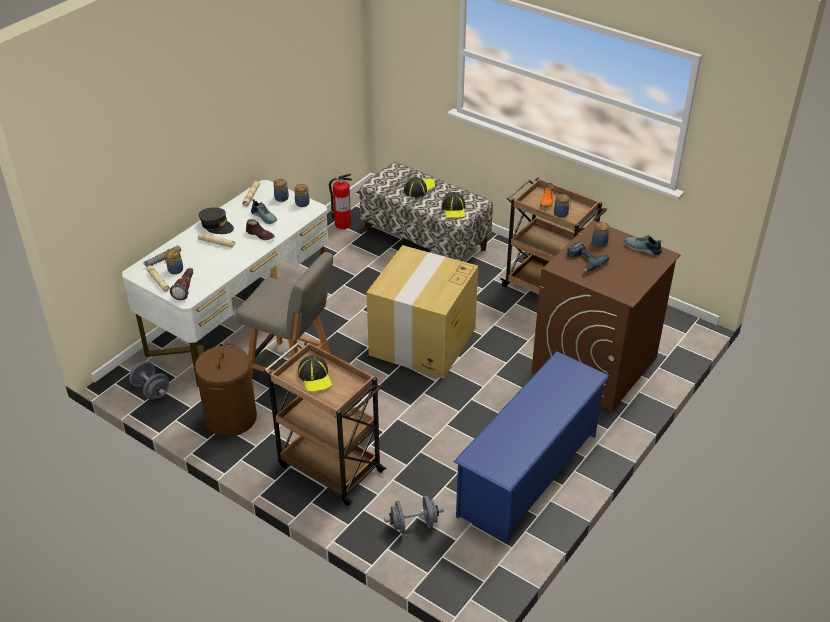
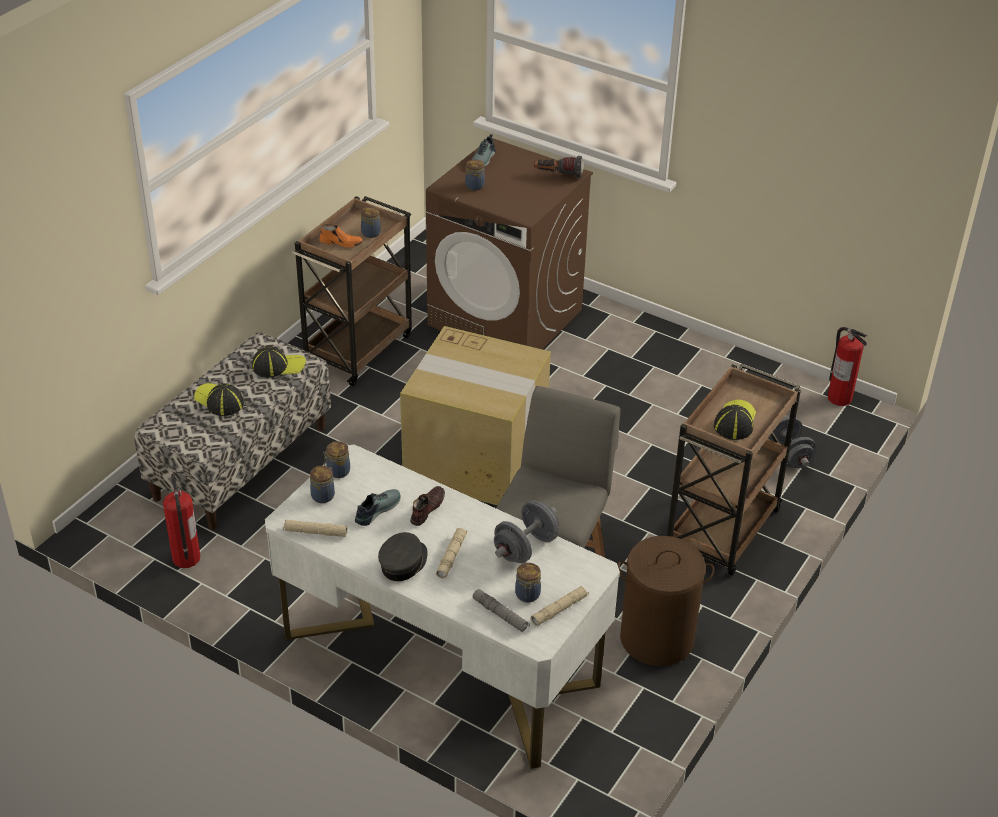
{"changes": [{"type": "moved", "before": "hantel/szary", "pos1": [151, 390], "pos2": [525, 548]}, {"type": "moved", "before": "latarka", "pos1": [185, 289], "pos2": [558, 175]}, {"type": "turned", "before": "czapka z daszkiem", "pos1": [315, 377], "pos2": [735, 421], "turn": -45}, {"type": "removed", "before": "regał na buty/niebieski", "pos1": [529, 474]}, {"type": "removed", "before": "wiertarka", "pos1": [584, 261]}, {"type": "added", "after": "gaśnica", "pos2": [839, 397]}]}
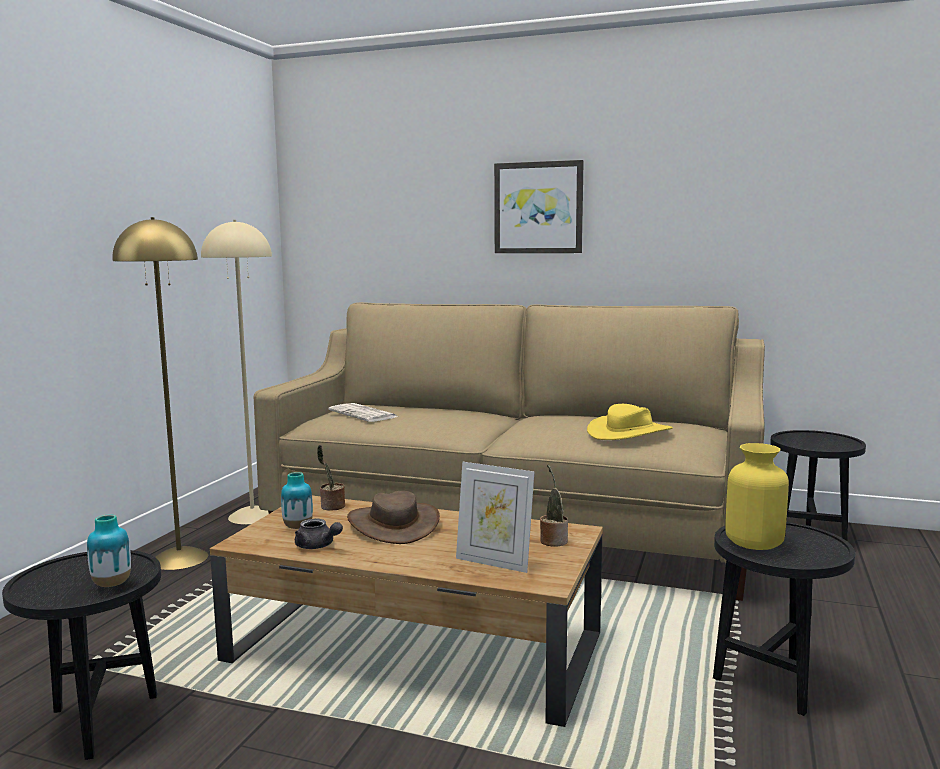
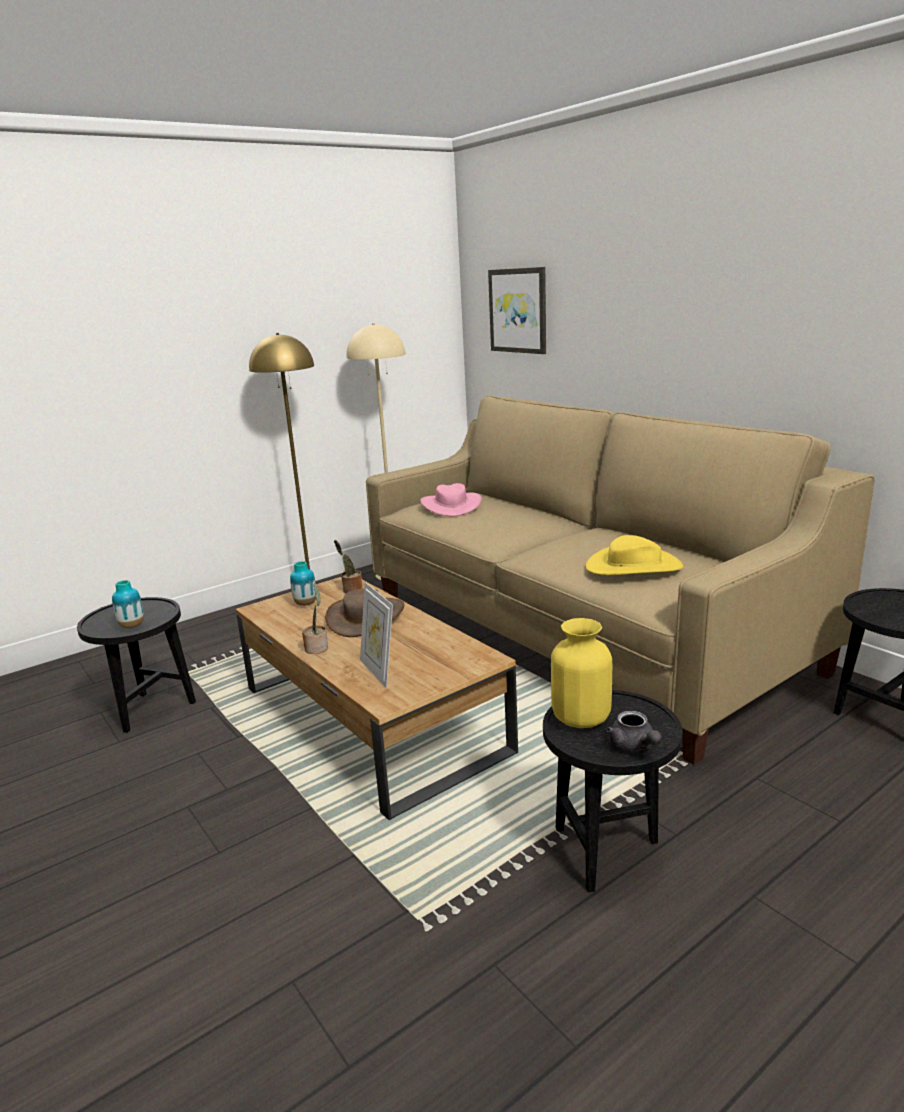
{"changes": [{"type": "moved", "before": "imbryk/szary", "pos1": [317, 546], "pos2": [634, 746]}, {"type": "replaced", "before": "gazeta", "after": "kapelusz/różowy", "pos1": [364, 414], "pos2": [451, 506]}, {"type": "moved", "before": "obraz", "pos1": [538, 208], "pos2": [518, 310]}, {"type": "moved", "before": "roślina doniczkowa", "pos1": [553, 540], "pos2": [317, 648]}]}
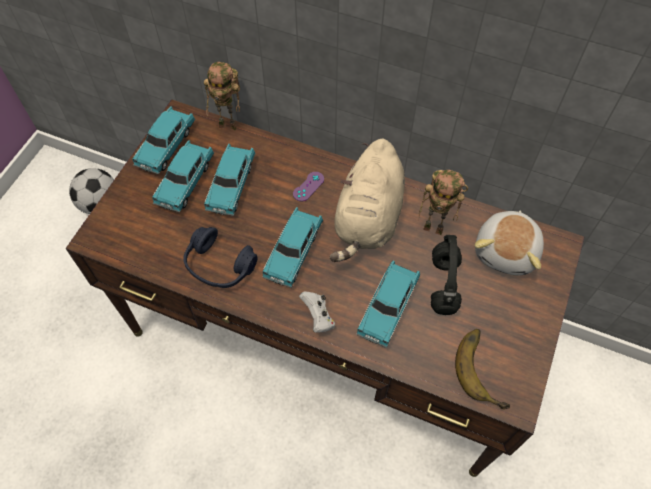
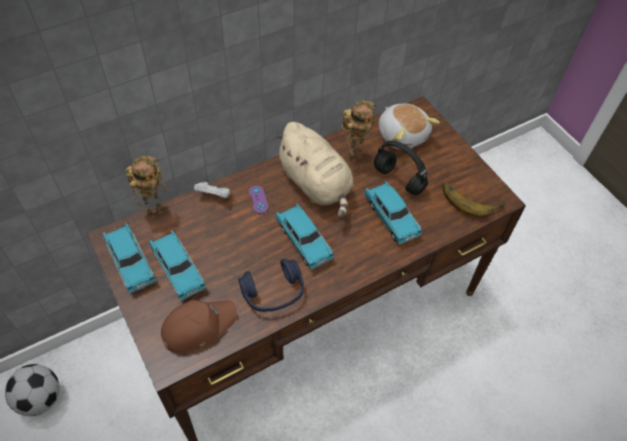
{"changes": [{"type": "removed", "before": "samochodzik/turkusowy", "pos1": [231, 185]}, {"type": "moved", "before": "pad do gier/biały", "pos1": [318, 317], "pos2": [214, 196]}, {"type": "added", "after": "czapka z daszkiem/brązowy", "pos2": [198, 326]}]}
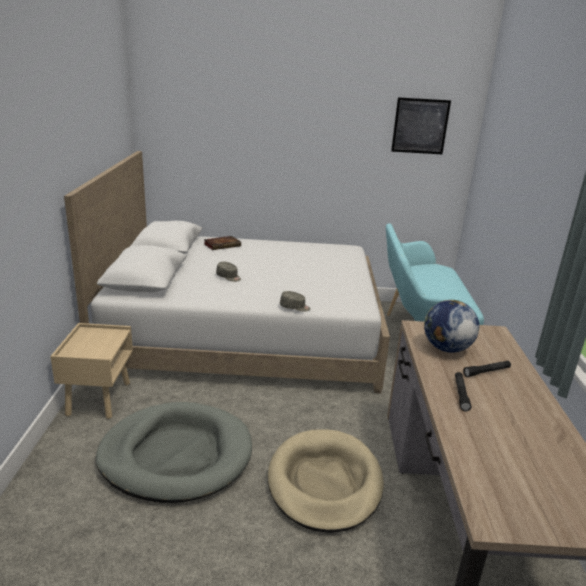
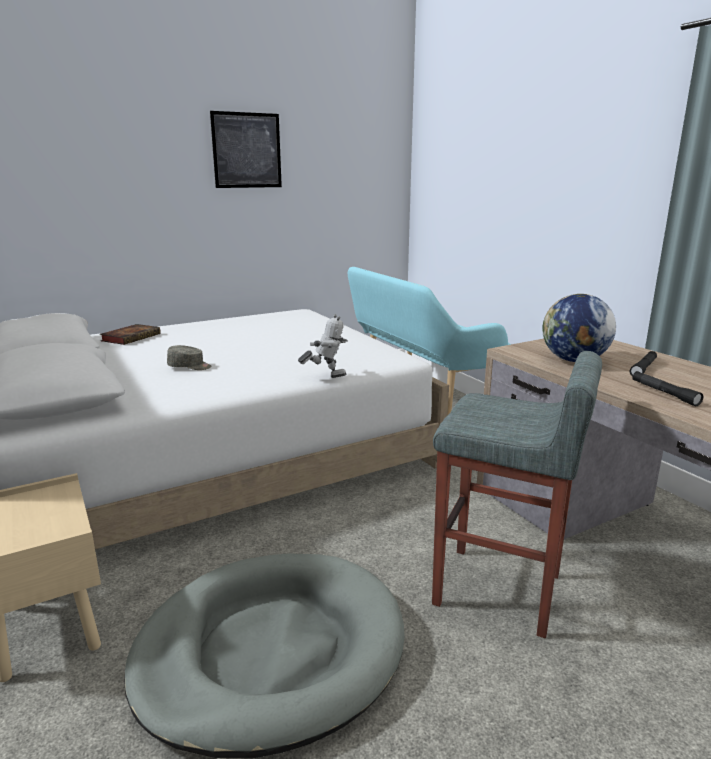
{"changes": [{"type": "replaced", "before": "legowisko/beżowy", "after": "stołek/szary", "pos1": [324, 483], "pos2": [499, 591]}, {"type": "replaced", "before": "czapka z daszkiem/szary", "after": "robot zabawkowy", "pos1": [295, 307], "pos2": [325, 376]}, {"type": "moved", "before": "obraz", "pos1": [420, 126], "pos2": [247, 150]}]}
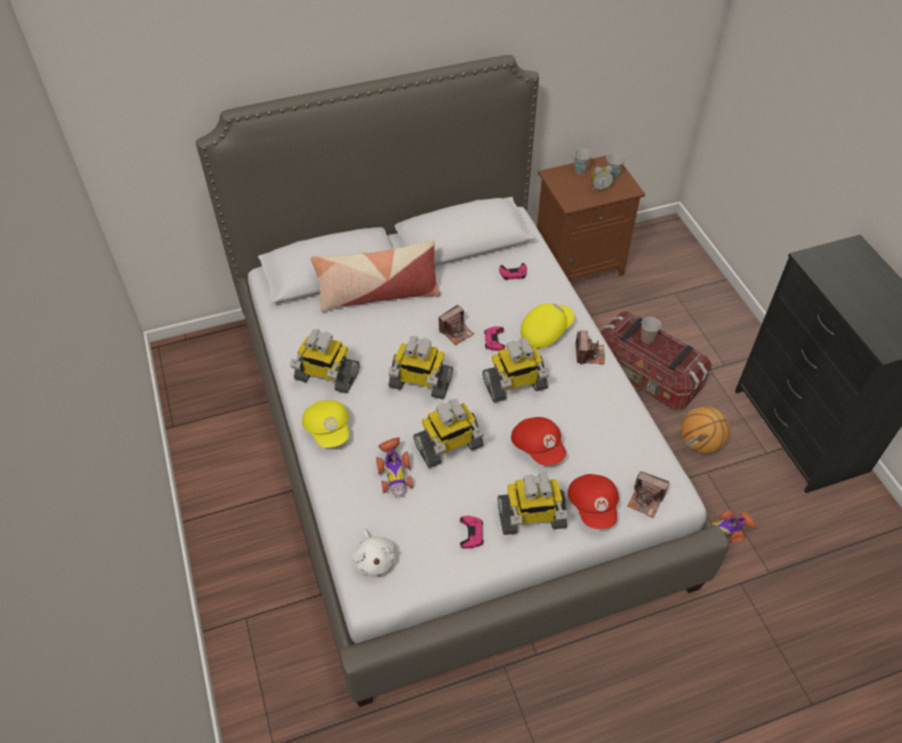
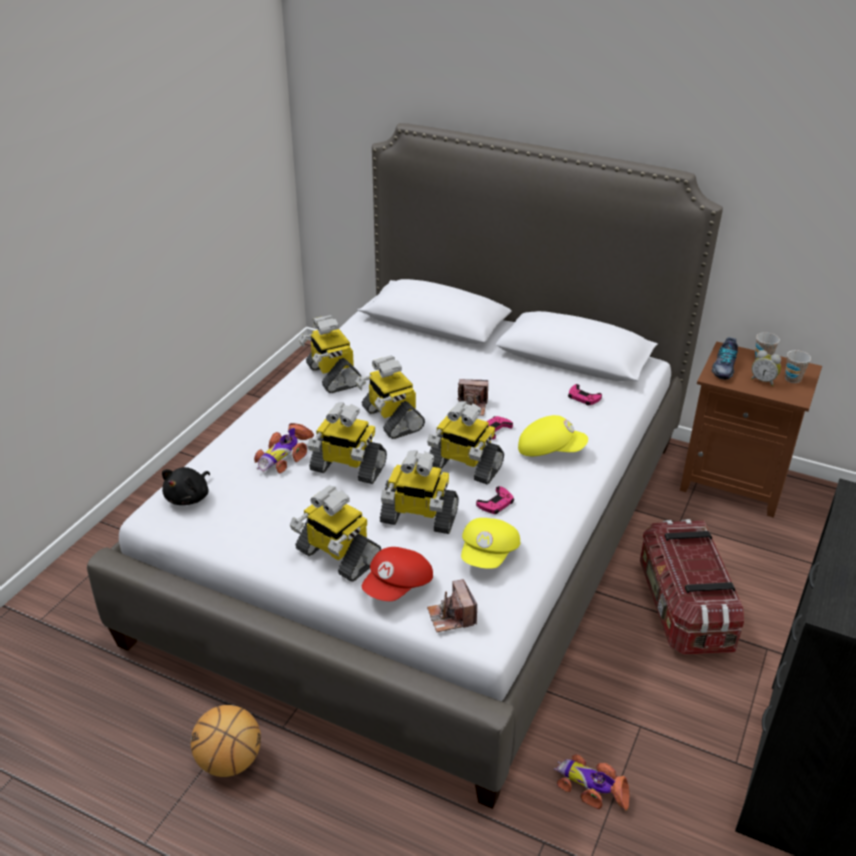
{"changes": [{"type": "moved", "before": "czapka z daszkiem/żółty", "pos1": [329, 429], "pos2": [489, 555]}, {"type": "removed", "before": "poduszka", "pos1": [378, 294]}, {"type": "recoloured", "before": "pluszak/biały", "after": "pluszak/czarny", "pos1": [374, 560], "pos2": [189, 497]}, {"type": "moved", "before": "pad do gier/różowy", "pos1": [471, 533], "pos2": [496, 503]}, {"type": "replaced", "before": "czapka z daszkiem/czerwony", "after": "robot zabawkowy", "pos1": [538, 447], "pos2": [418, 518]}, {"type": "removed", "before": "aparat fotograficzny", "pos1": [589, 354]}, {"type": "removed", "before": "filiżanka", "pos1": [647, 338]}, {"type": "moved", "before": "piłka do koszykówki", "pos1": [700, 443], "pos2": [229, 761]}, {"type": "added", "after": "but", "pos2": [723, 367]}]}
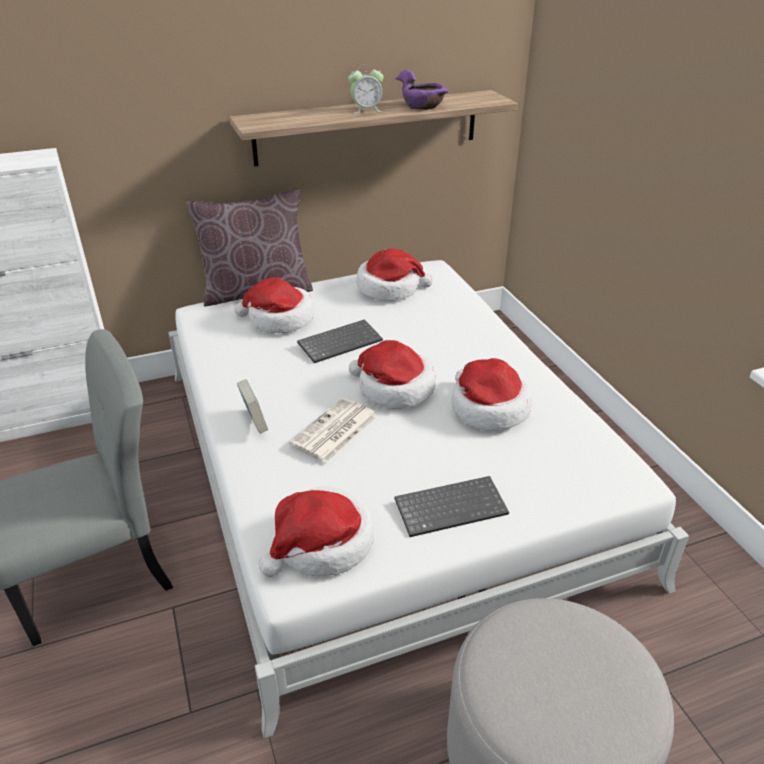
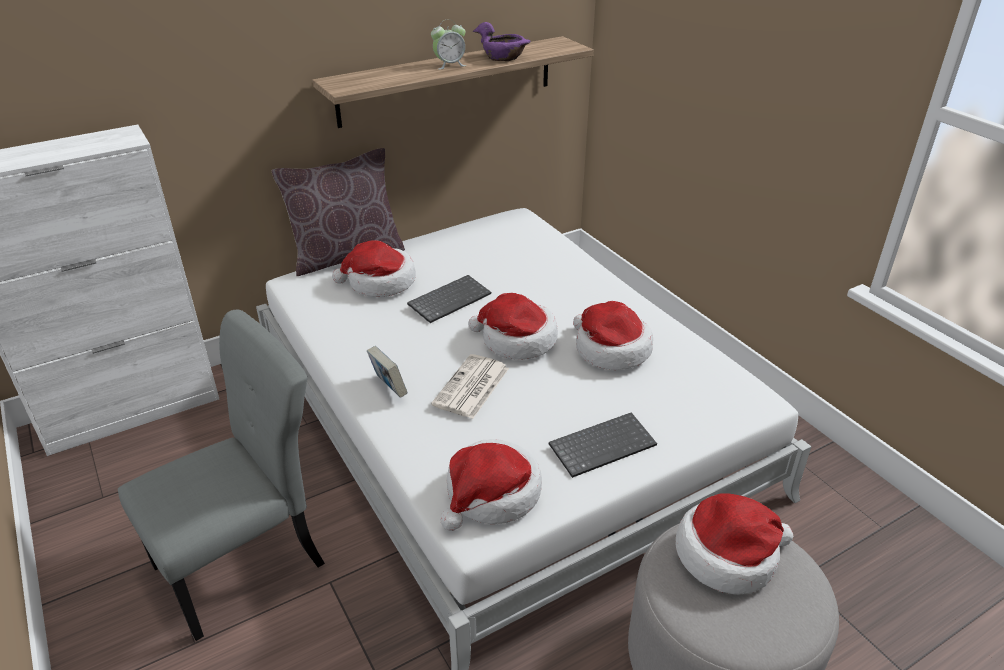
{"changes": [{"type": "moved", "before": "kapelusz", "pos1": [389, 288], "pos2": [728, 555]}]}
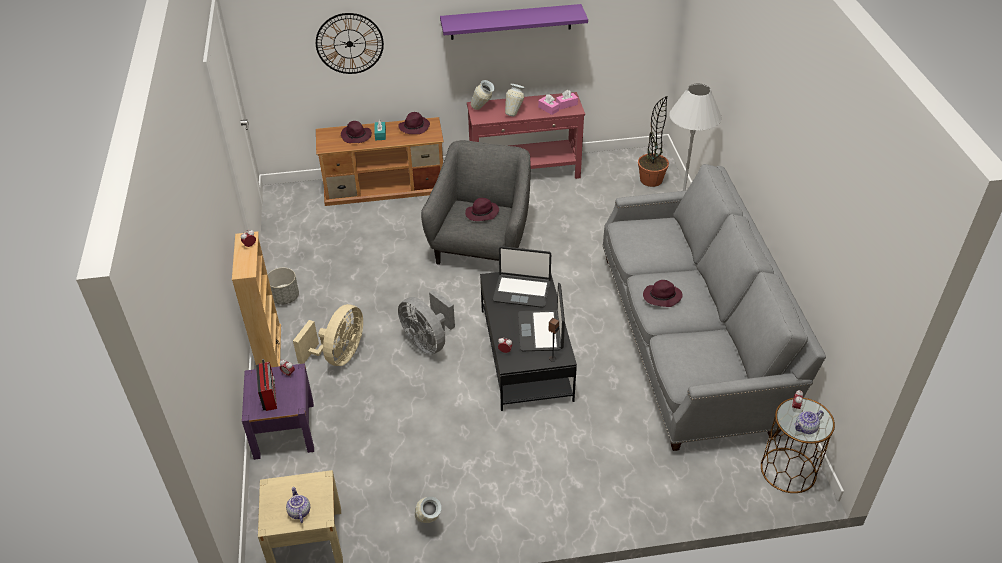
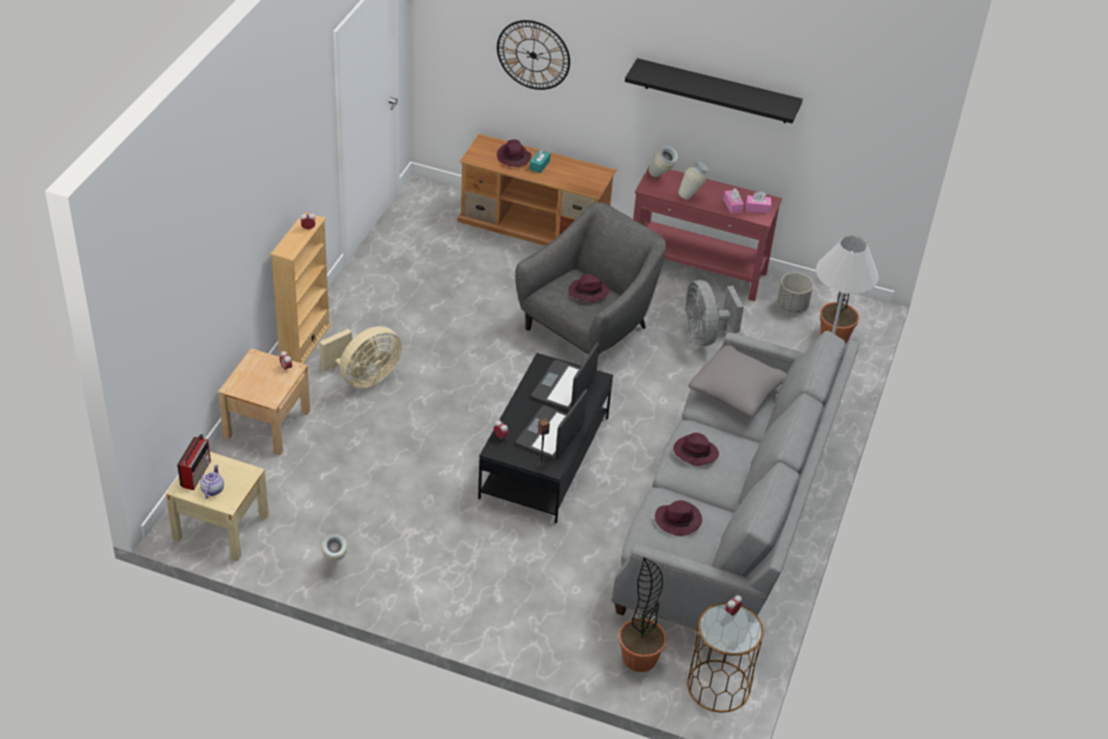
{"changes": [{"type": "recoloured", "before": "szafka nocna/fioletowy", "after": "szafka nocna/beżowy", "pos1": [284, 430], "pos2": [267, 424]}, {"type": "moved", "before": "radio", "pos1": [269, 395], "pos2": [196, 473]}, {"type": "moved", "before": "donica/szary", "pos1": [284, 297], "pos2": [792, 305]}, {"type": "moved", "before": "kapelusz/fioletowy", "pos1": [414, 127], "pos2": [678, 520]}, {"type": "moved", "before": "wentylator/szary", "pos1": [428, 341], "pos2": [705, 334]}, {"type": "recoloured", "before": "półka/fioletowy", "after": "półka/czarny", "pos1": [511, 22], "pos2": [717, 91]}, {"type": "turned", "before": "laptop", "pos1": [522, 291], "pos2": [564, 387], "turn": 75}, {"type": "removed", "before": "imbryk", "pos1": [806, 428]}, {"type": "added", "after": "roślina doniczkowa", "pos2": [639, 658]}, {"type": "added", "after": "poduszka/szary", "pos2": [737, 391]}]}
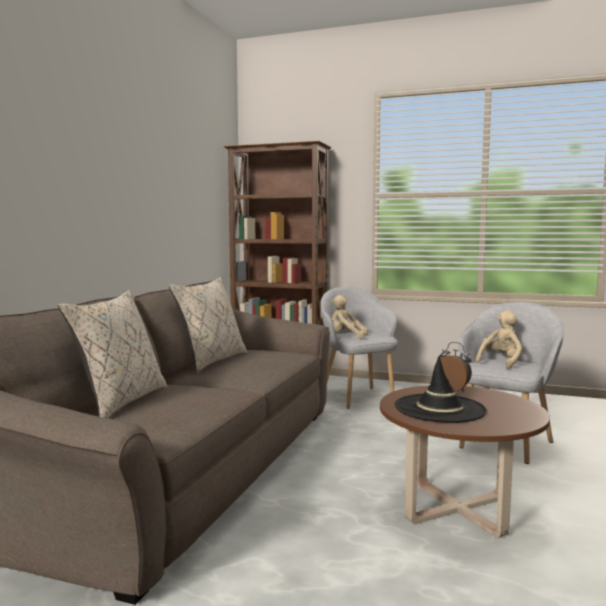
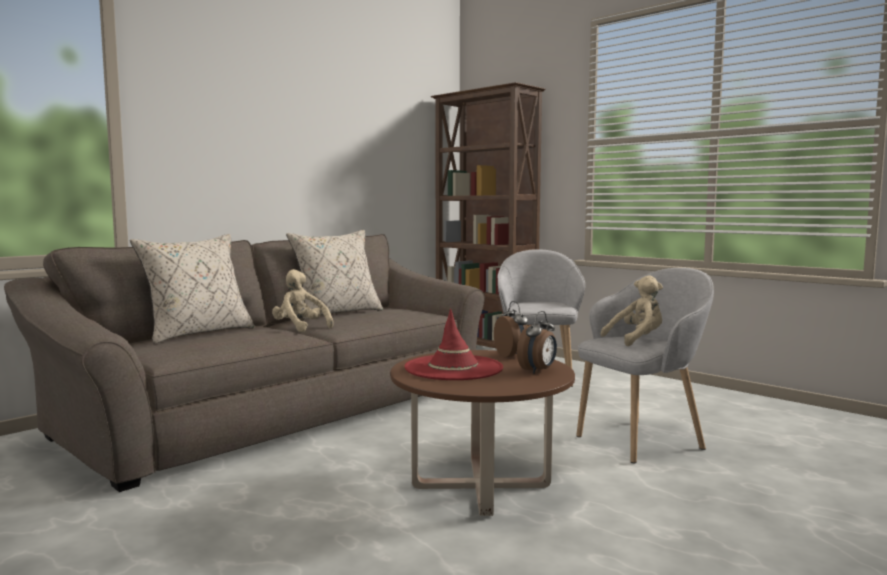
{"changes": [{"type": "moved", "before": "pluszak/beżowy", "pos1": [346, 336], "pos2": [300, 328]}, {"type": "recoloured", "before": "kapelusz/czarny", "after": "kapelusz/czerwony", "pos1": [440, 409], "pos2": [453, 368]}, {"type": "added", "after": "budzik", "pos2": [538, 371]}]}
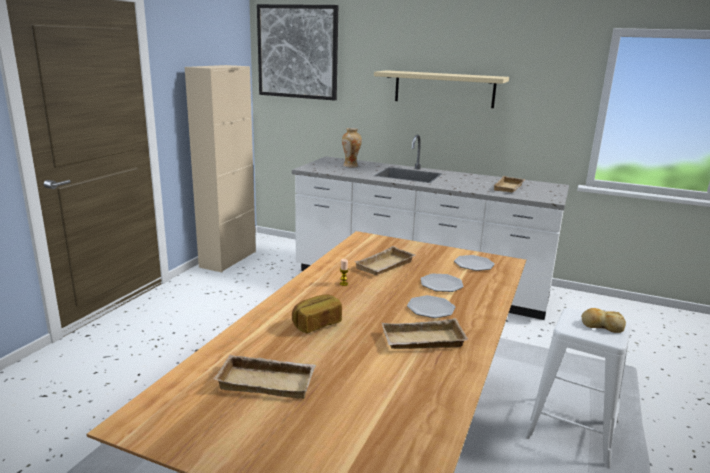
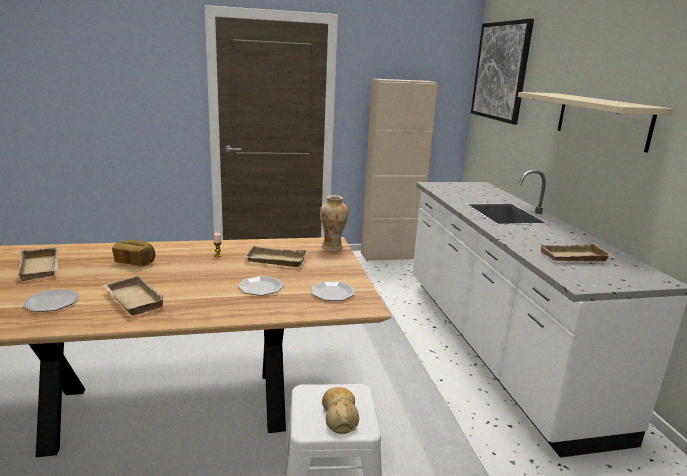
{"changes": [{"type": "moved", "before": "wazon", "pos1": [350, 166], "pos2": [332, 248]}, {"type": "moved", "before": "talerz", "pos1": [430, 308], "pos2": [52, 302]}]}
